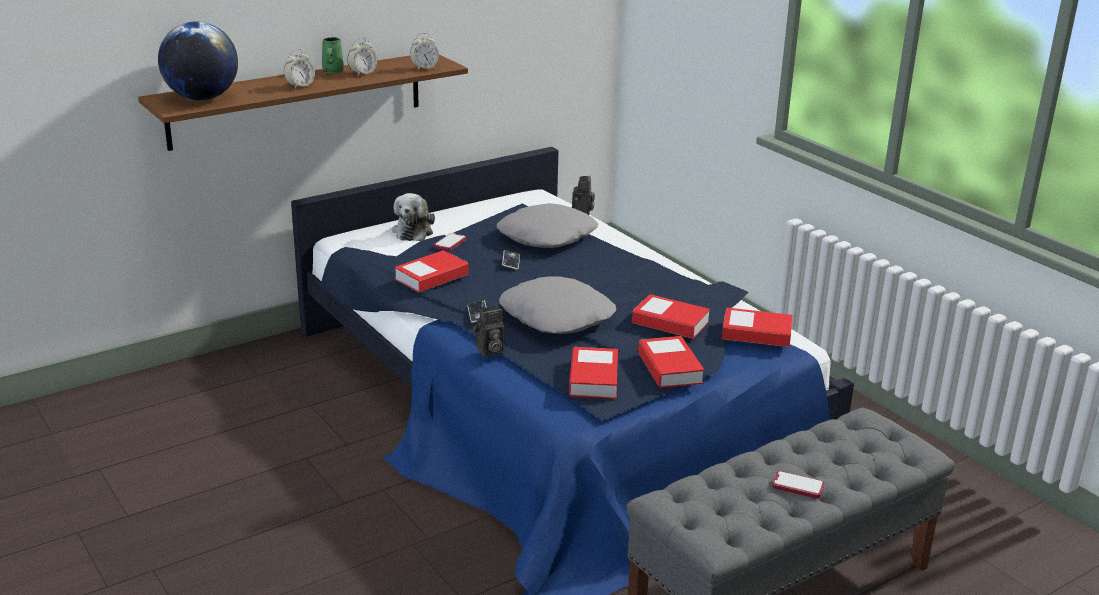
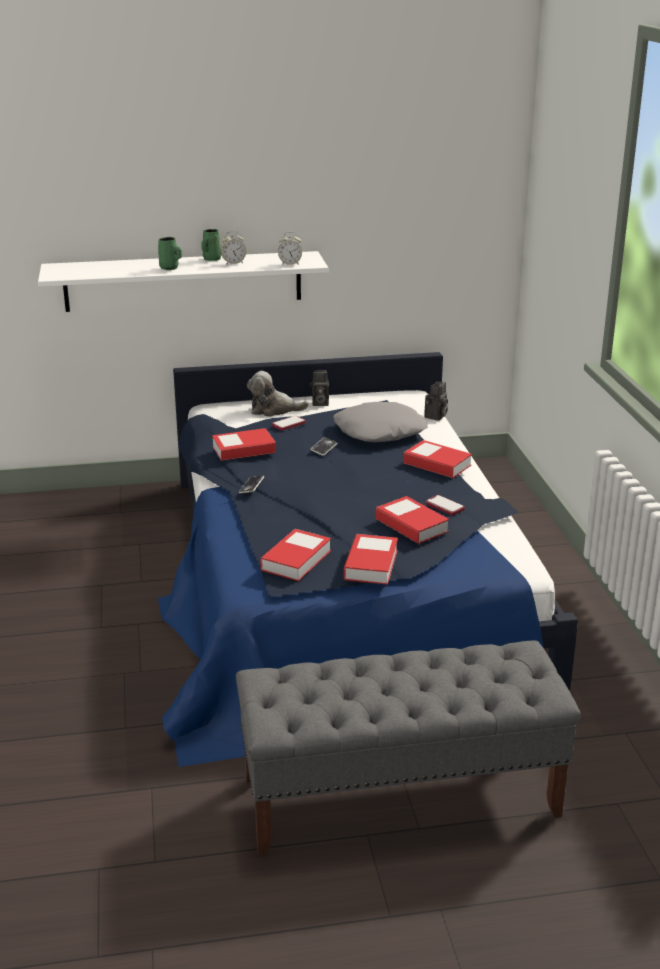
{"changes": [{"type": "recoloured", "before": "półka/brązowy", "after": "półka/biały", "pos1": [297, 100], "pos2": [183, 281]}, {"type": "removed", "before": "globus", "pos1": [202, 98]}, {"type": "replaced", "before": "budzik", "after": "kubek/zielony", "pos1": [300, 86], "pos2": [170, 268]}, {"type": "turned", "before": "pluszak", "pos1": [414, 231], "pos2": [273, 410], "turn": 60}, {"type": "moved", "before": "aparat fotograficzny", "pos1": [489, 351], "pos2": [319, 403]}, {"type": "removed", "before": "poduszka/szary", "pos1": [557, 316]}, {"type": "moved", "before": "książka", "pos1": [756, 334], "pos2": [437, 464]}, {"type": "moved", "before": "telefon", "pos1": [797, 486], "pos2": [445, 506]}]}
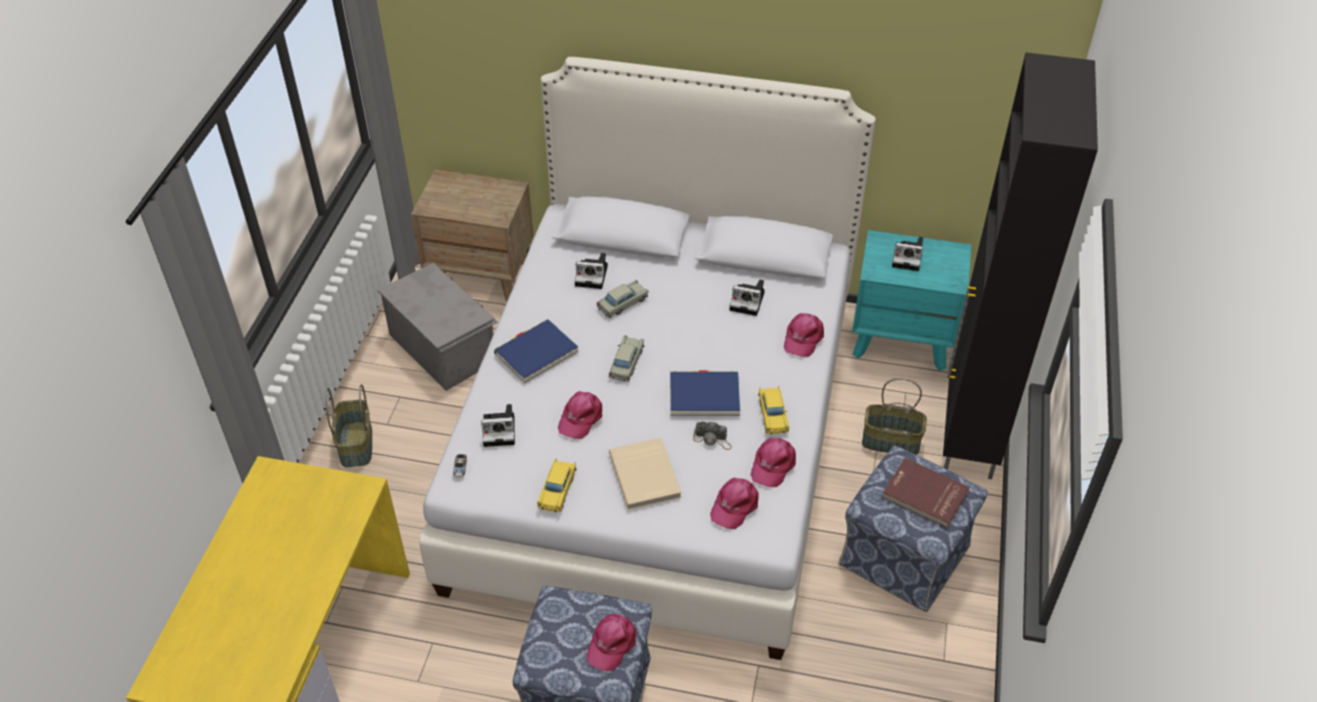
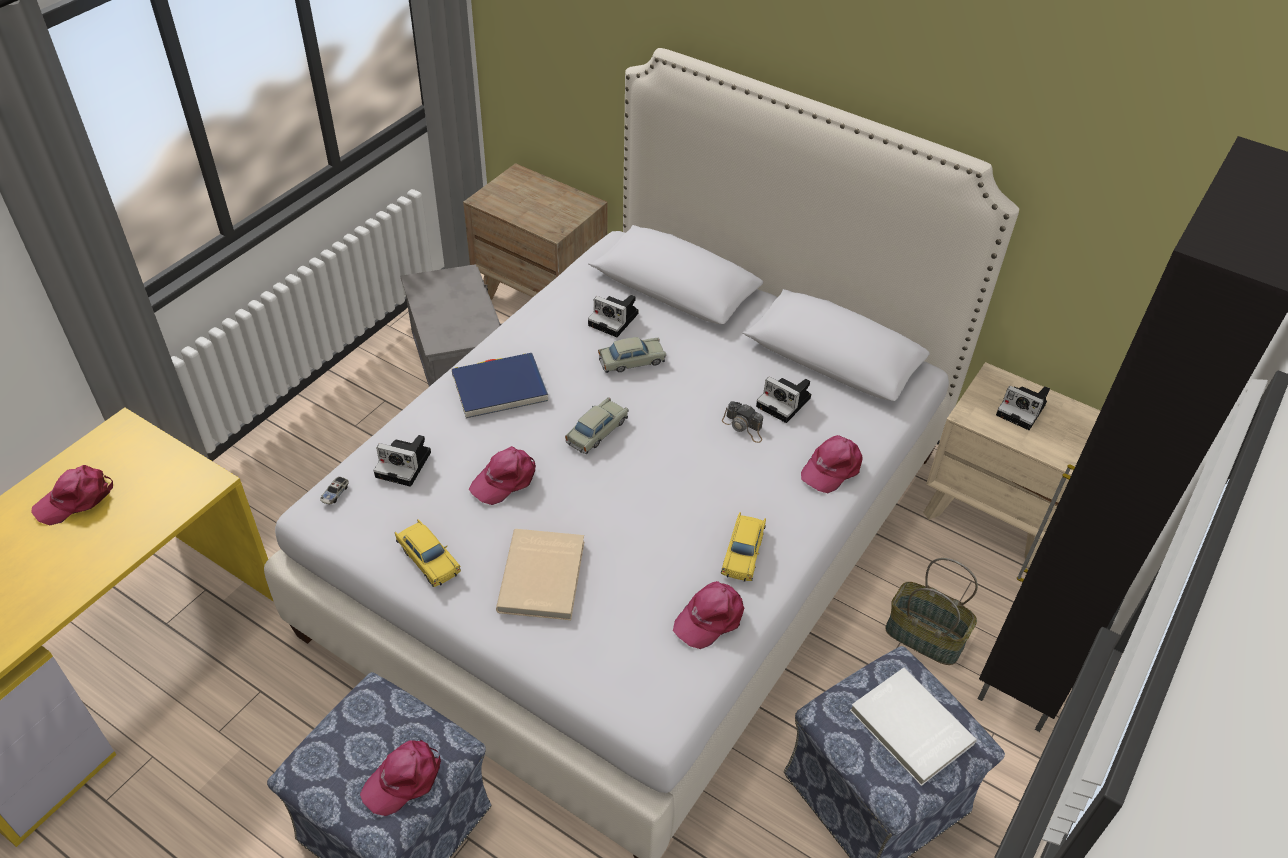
{"changes": [{"type": "removed", "before": "koszyk", "pos1": [357, 445]}, {"type": "turned", "before": "samochodzik/żółty", "pos1": [557, 490], "pos2": [428, 558], "turn": -75}, {"type": "removed", "before": "książka/niebieski", "pos1": [704, 396]}, {"type": "moved", "before": "aparat fotograficzny", "pos1": [713, 440], "pos2": [744, 427]}, {"type": "moved", "before": "czapka z daszkiem/różowy", "pos1": [734, 505], "pos2": [76, 499]}, {"type": "recoloured", "before": "szafka nocna/turkusowy", "after": "szafka nocna/beżowy", "pos1": [902, 339], "pos2": [995, 513]}, {"type": "recoloured", "before": "książka/czerwony", "after": "książka/biały", "pos1": [924, 495], "pos2": [909, 728]}]}
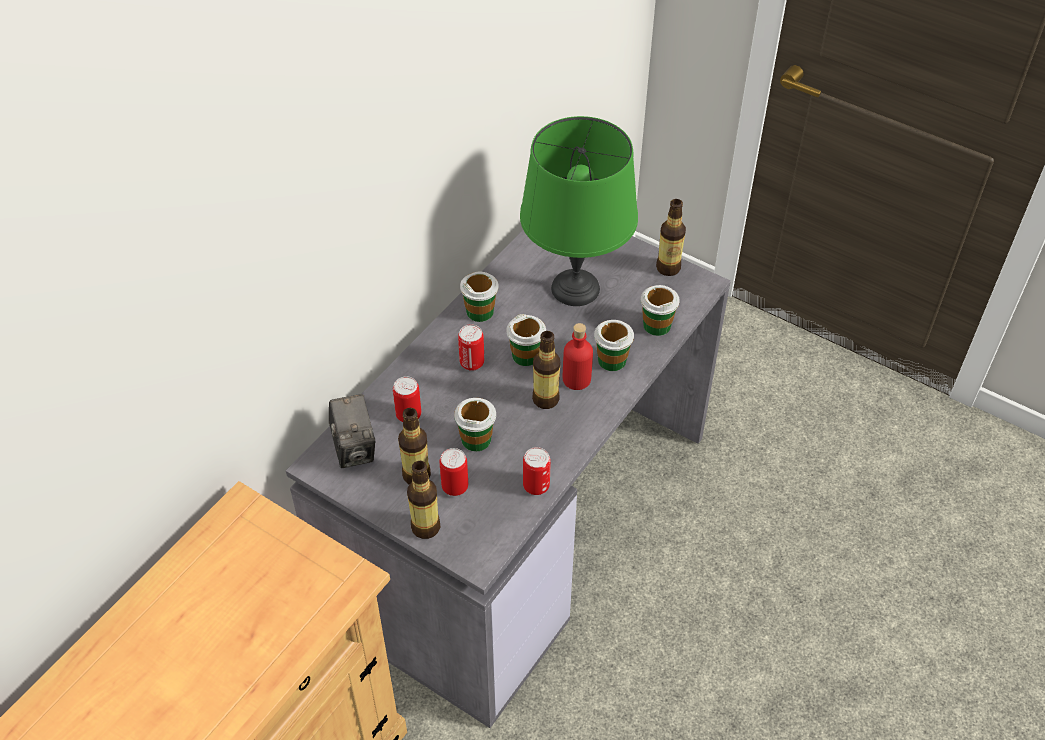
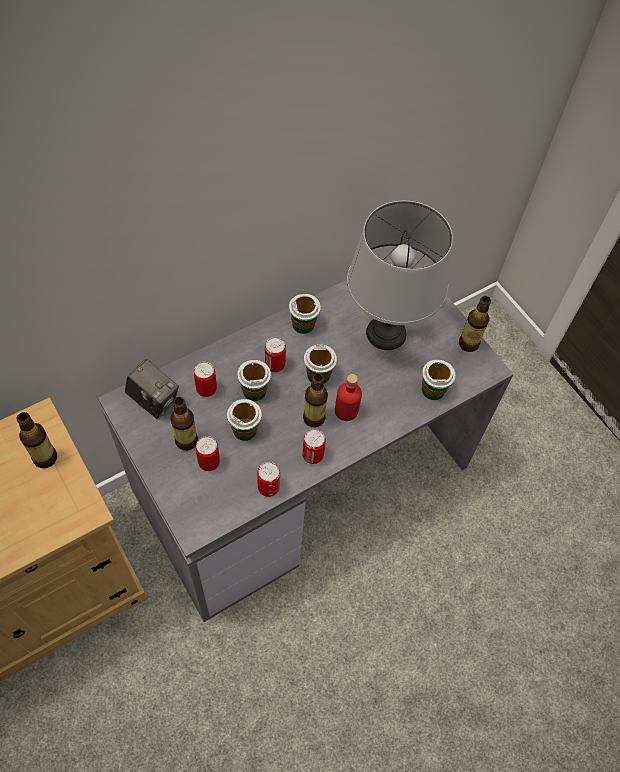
{"changes": [{"type": "turned", "before": "aparat fotograficzny", "pos1": [354, 448], "pos2": [154, 400], "turn": -60}, {"type": "moved", "before": "butelka", "pos1": [425, 527], "pos2": [45, 458]}, {"type": "recoloured", "before": "lampa stołowa/zielony", "after": "lampa stołowa/szary", "pos1": [574, 288], "pos2": [385, 332]}, {"type": "moved", "before": "filiżanka", "pos1": [612, 360], "pos2": [254, 390]}, {"type": "added", "after": "puszka", "pos2": [312, 455]}]}
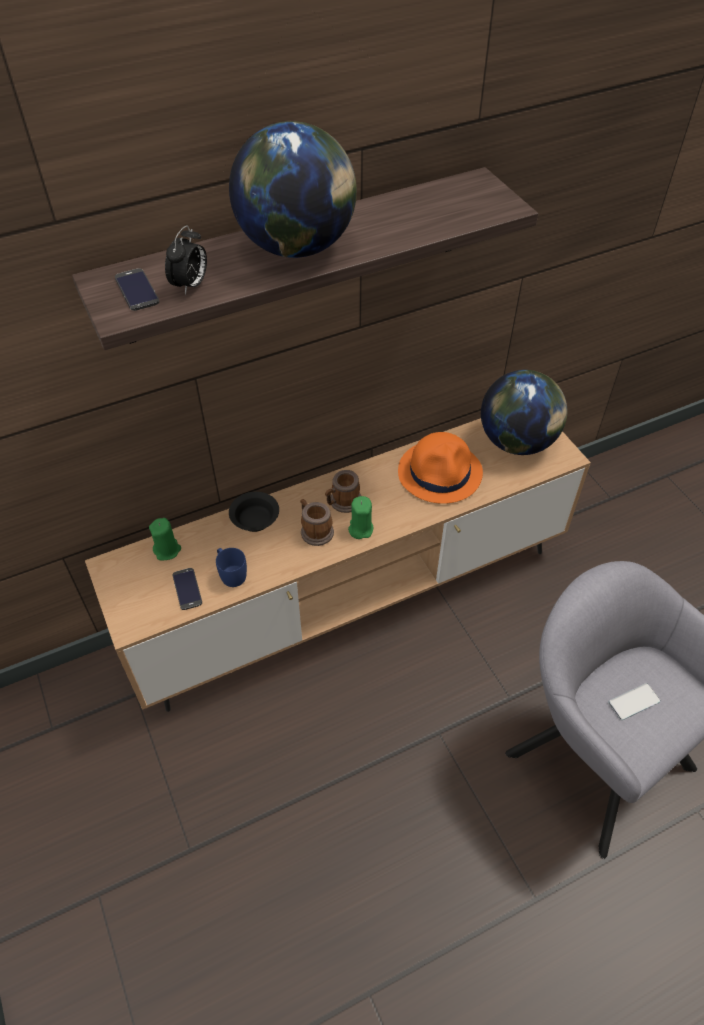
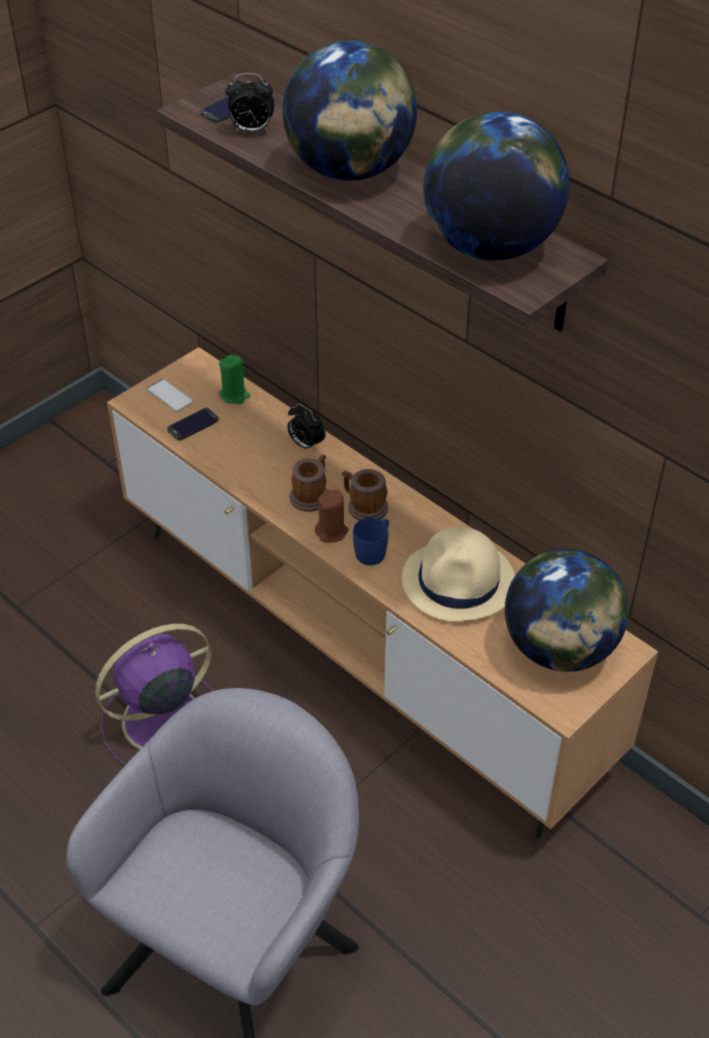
{"changes": [{"type": "moved", "before": "kubek/niebieski", "pos1": [231, 573], "pos2": [374, 551]}, {"type": "replaced", "before": "miska/czarny", "after": "budzik", "pos1": [255, 518], "pos2": [305, 444]}, {"type": "recoloured", "before": "świeca/zielony", "after": "świeca/brązowy", "pos1": [360, 529], "pos2": [332, 532]}, {"type": "recoloured", "before": "kapelusz/pomarańczowy", "after": "kapelusz/beżowy", "pos1": [440, 472], "pos2": [459, 582]}, {"type": "moved", "before": "telefon", "pos1": [634, 702], "pos2": [170, 395]}, {"type": "added", "after": "wentylator/fioletowy", "pos2": [159, 721]}, {"type": "added", "after": "globus", "pos2": [490, 246]}]}
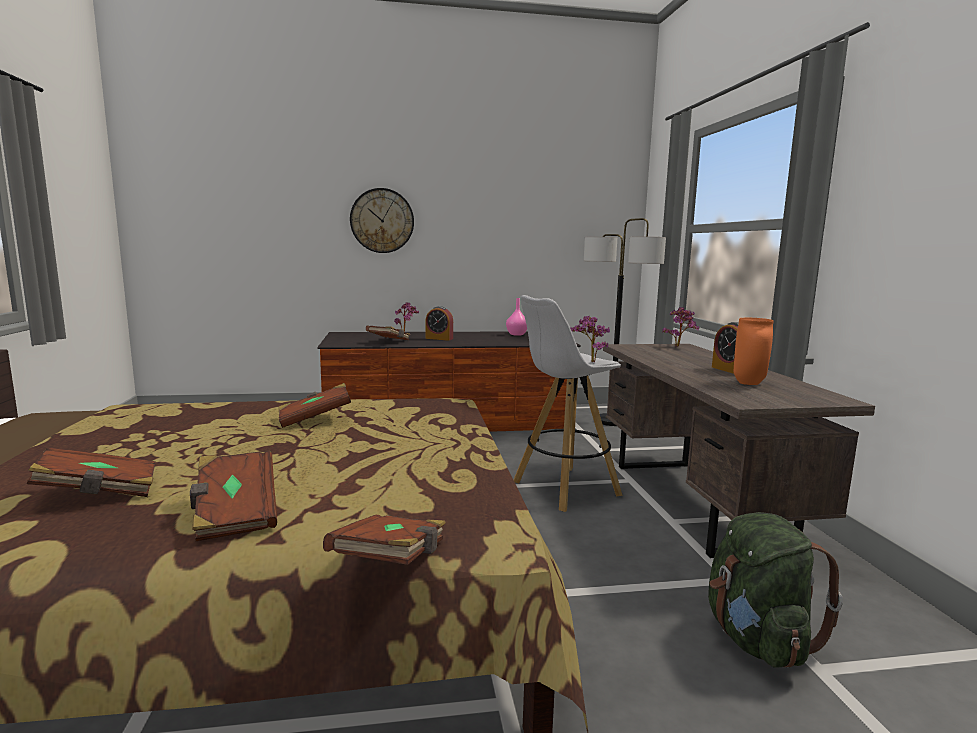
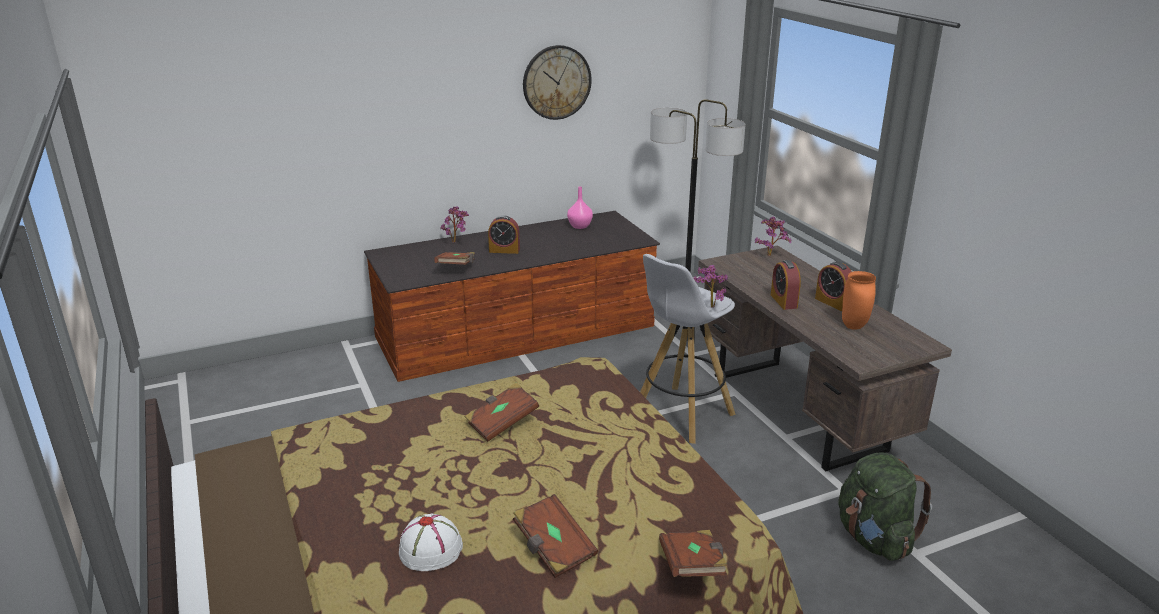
{"changes": [{"type": "replaced", "before": "książka/brązowy", "after": "kapelusz/biały", "pos1": [99, 493], "pos2": [431, 549]}, {"type": "moved", "before": "zegar ścienny", "pos1": [382, 221], "pos2": [556, 82]}, {"type": "added", "after": "budzik", "pos2": [783, 301]}]}
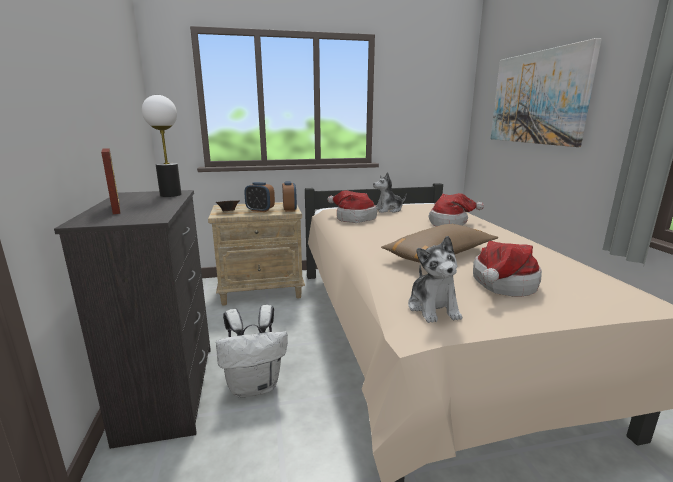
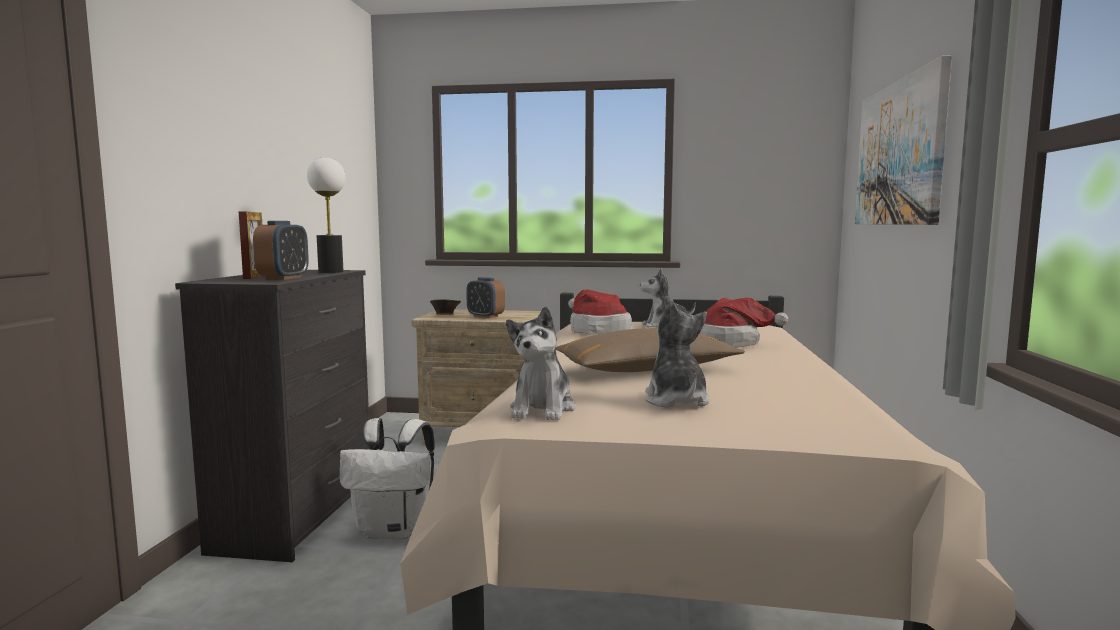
{"changes": [{"type": "moved", "before": "budzik", "pos1": [289, 209], "pos2": [283, 278]}, {"type": "replaced", "before": "kapelusz", "after": "pluszak", "pos1": [502, 285], "pos2": [676, 401]}]}
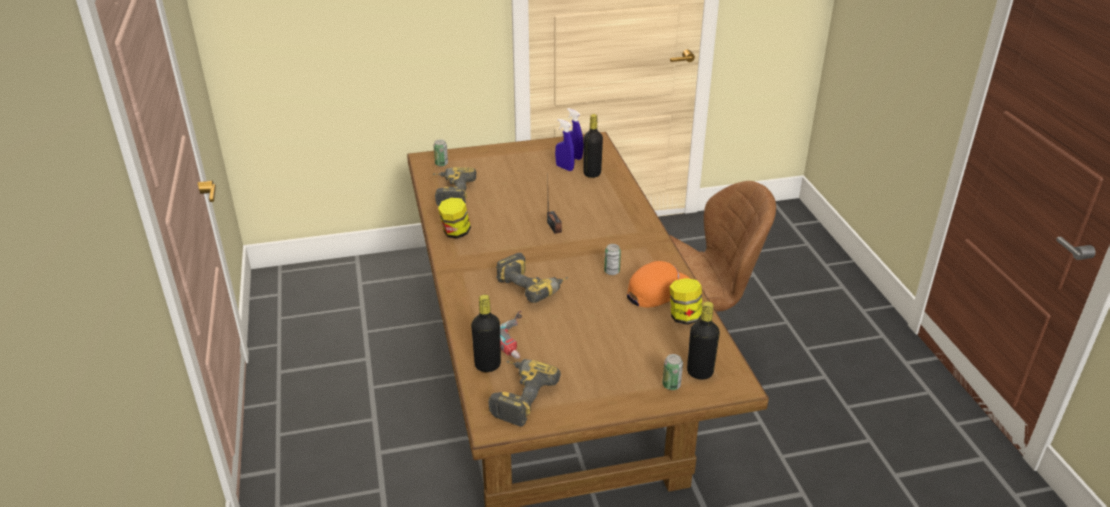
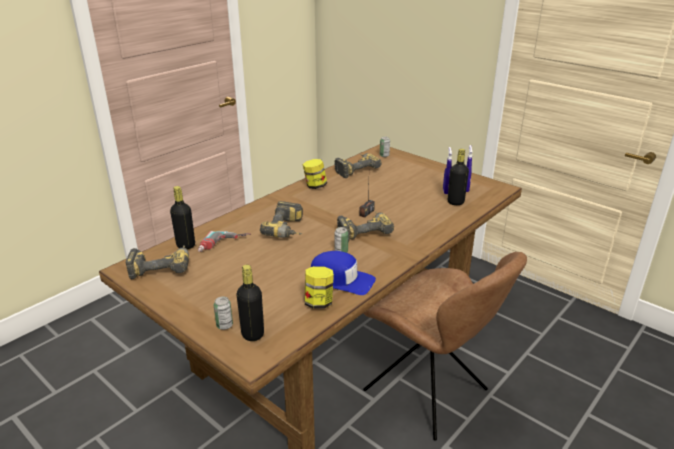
{"changes": [{"type": "recoloured", "before": "czapka z daszkiem/pomarańczowy", "after": "czapka z daszkiem/niebieski", "pos1": [659, 290], "pos2": [341, 279]}, {"type": "added", "after": "wiertarka", "pos2": [363, 231]}]}
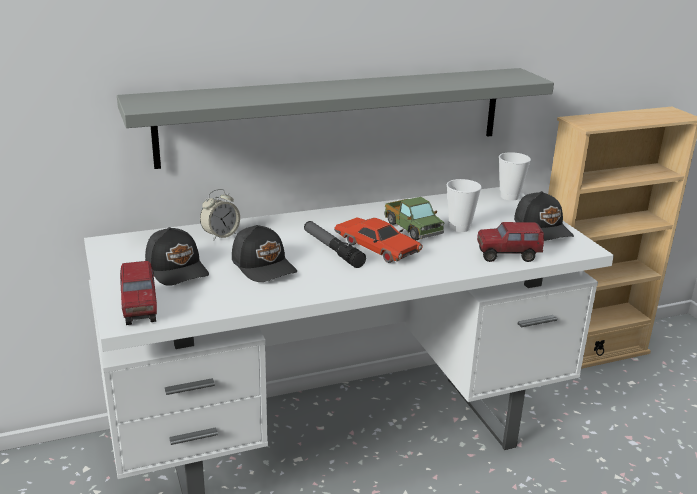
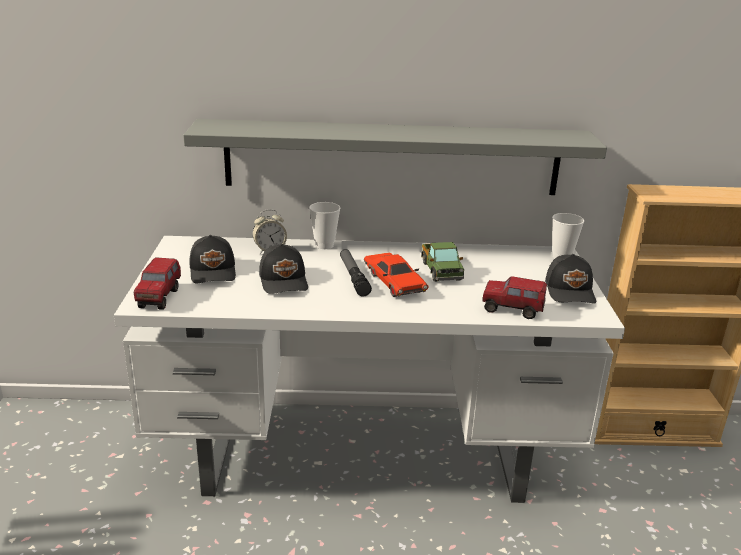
{"changes": [{"type": "moved", "before": "filiżanka", "pos1": [459, 227], "pos2": [324, 245]}]}
